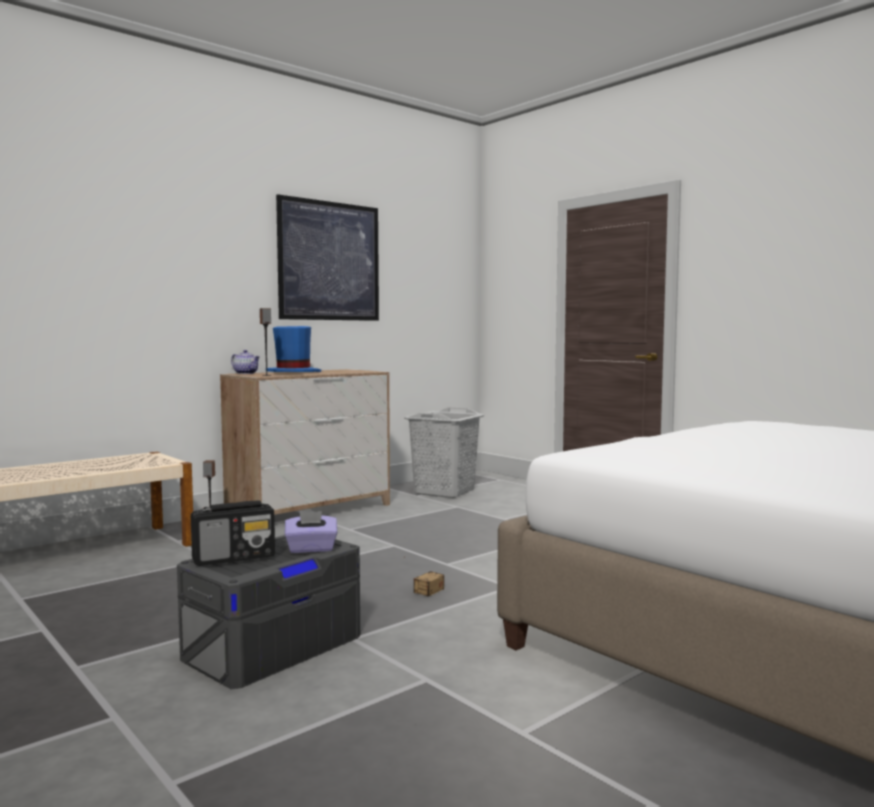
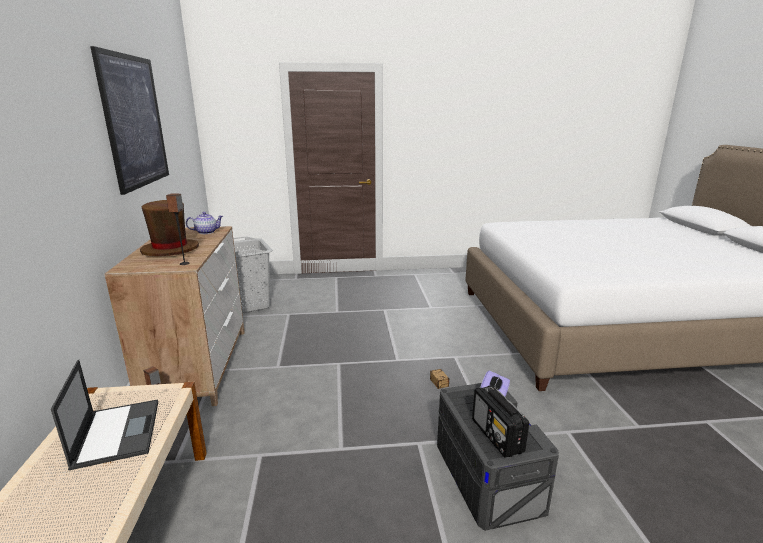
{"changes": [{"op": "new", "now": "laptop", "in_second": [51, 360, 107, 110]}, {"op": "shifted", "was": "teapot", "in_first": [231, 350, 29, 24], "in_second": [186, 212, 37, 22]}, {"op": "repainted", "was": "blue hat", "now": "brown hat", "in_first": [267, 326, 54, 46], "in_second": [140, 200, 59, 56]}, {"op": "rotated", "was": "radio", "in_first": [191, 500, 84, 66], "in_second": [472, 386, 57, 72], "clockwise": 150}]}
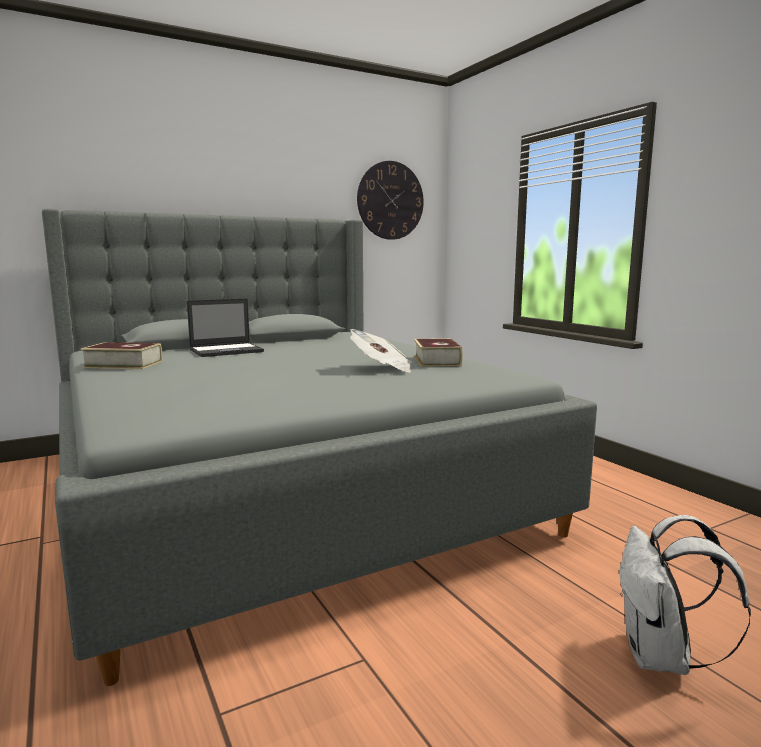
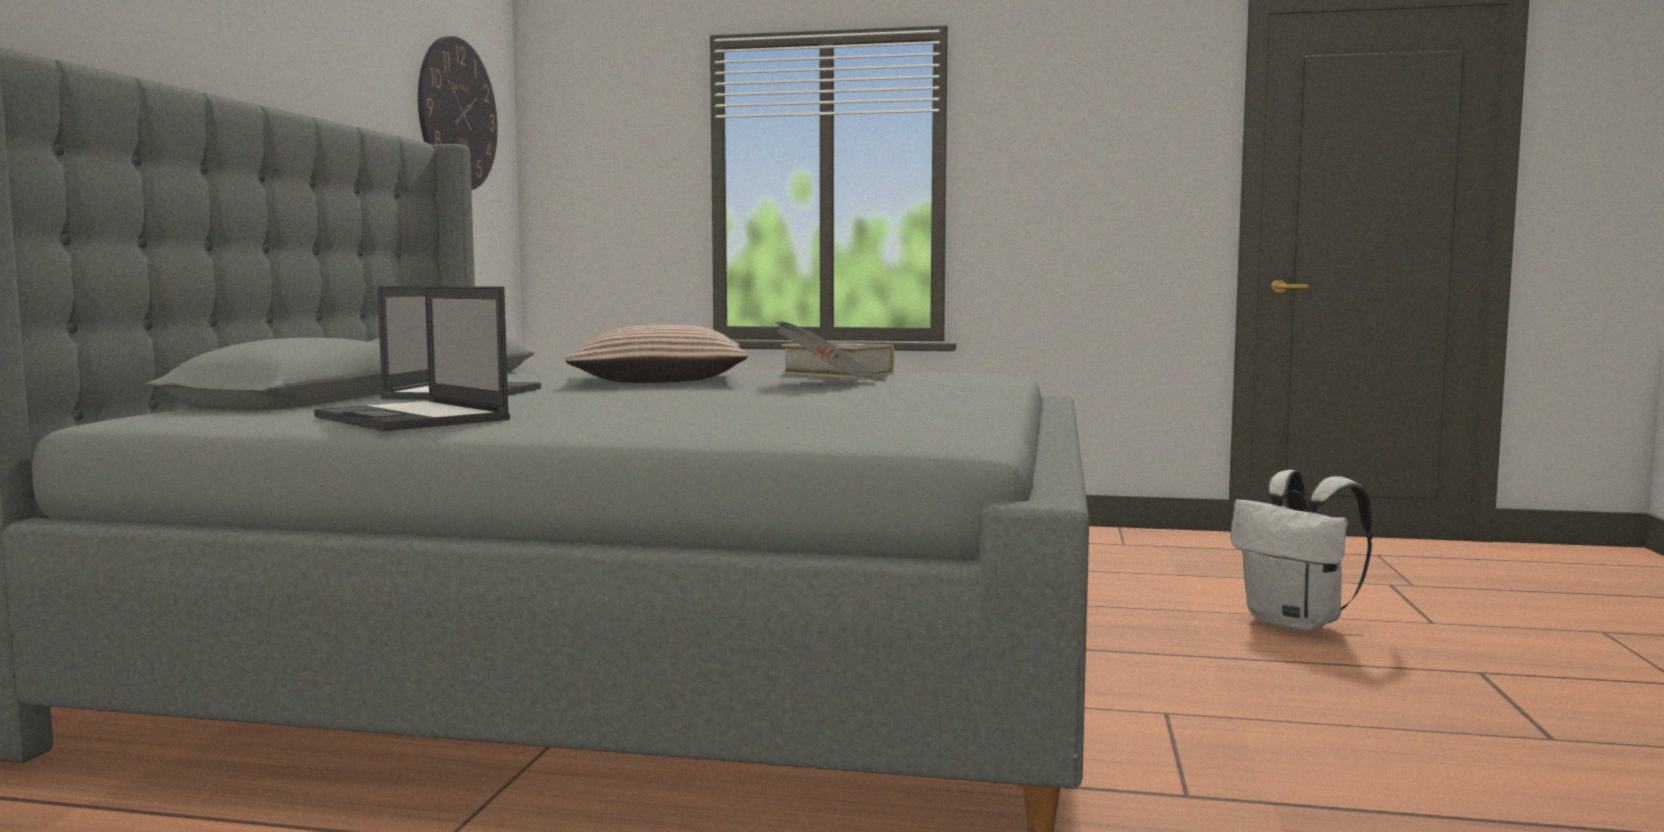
{"changes": [{"op": "new", "now": "pillow", "in_second": [566, 324, 182, 59]}, {"op": "swapped", "was": "book", "now": "laptop", "in_first": [81, 342, 81, 27], "in_second": [314, 286, 196, 145]}]}
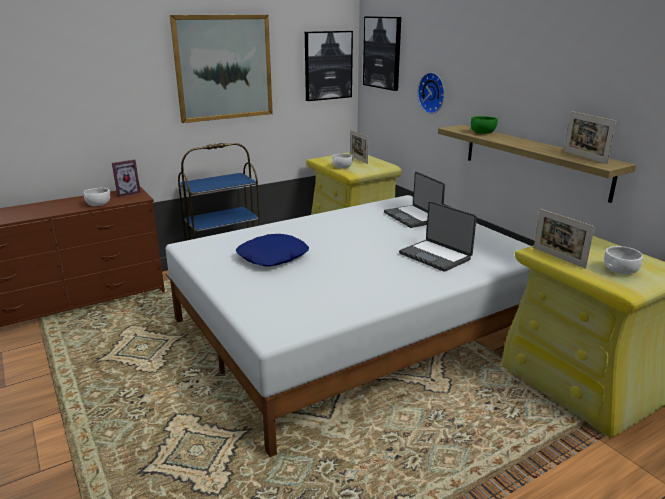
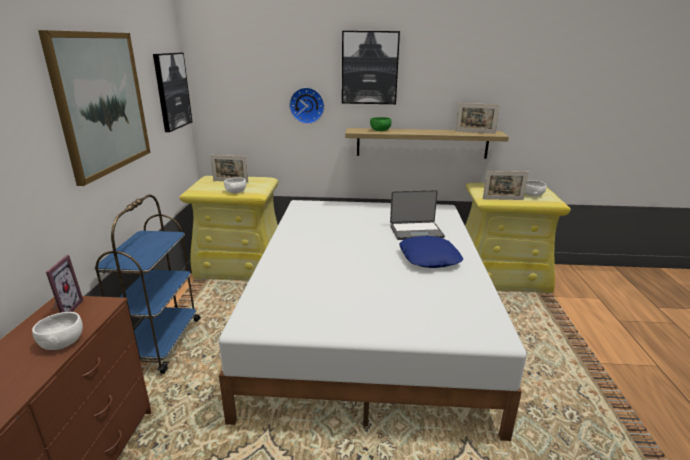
{"changes": [{"op": "gone", "was": "laptop", "in_first": [384, 172, 61, 56]}, {"op": "shifted", "was": "blue pillow", "in_first": [236, 234, 73, 33], "in_second": [399, 236, 64, 32]}, {"op": "shifted", "was": "picture", "in_first": [363, 16, 38, 75], "in_second": [342, 31, 58, 73]}]}
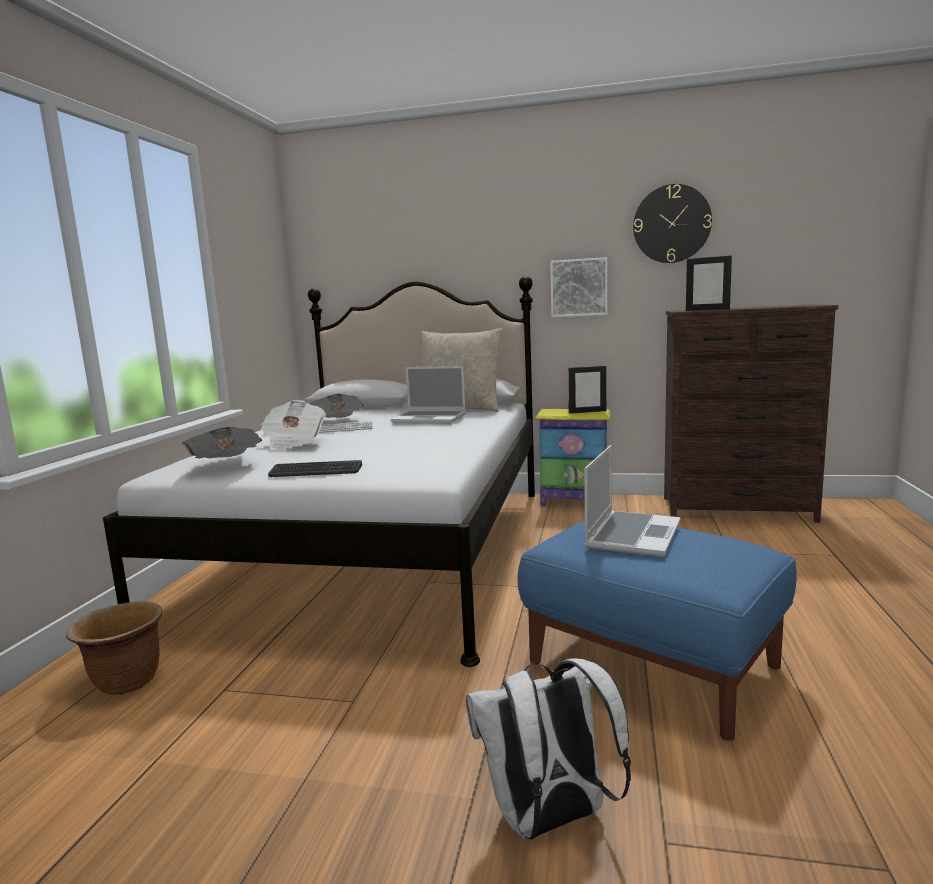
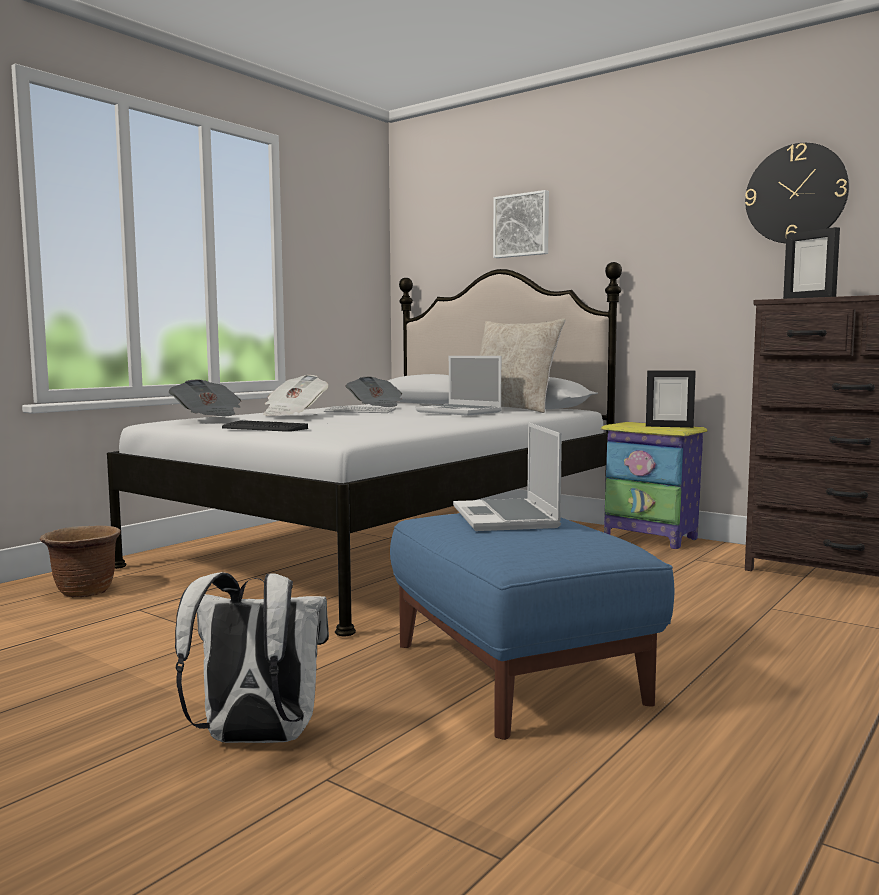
{"changes": [{"op": "shifted", "was": "picture", "in_first": [550, 257, 57, 60], "in_second": [493, 190, 56, 68]}, {"op": "rotated", "was": "laptop", "in_first": [584, 445, 97, 112], "in_second": [453, 422, 109, 109], "clockwise": 120}]}
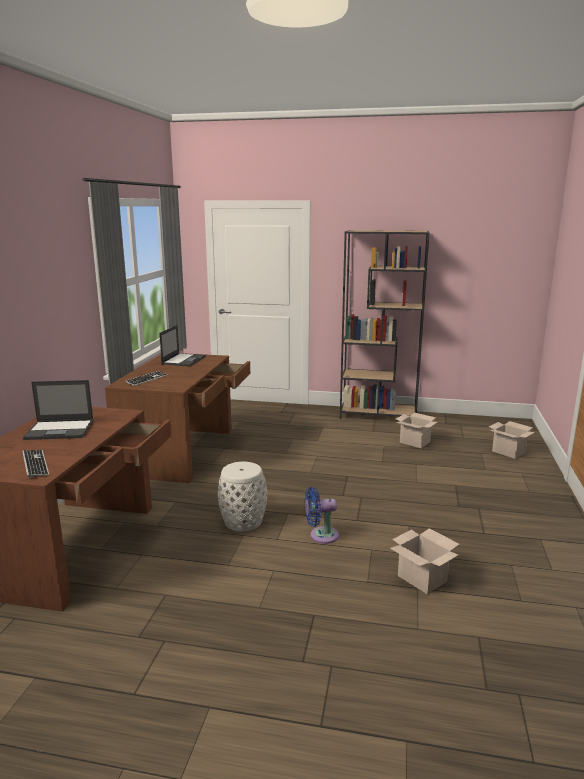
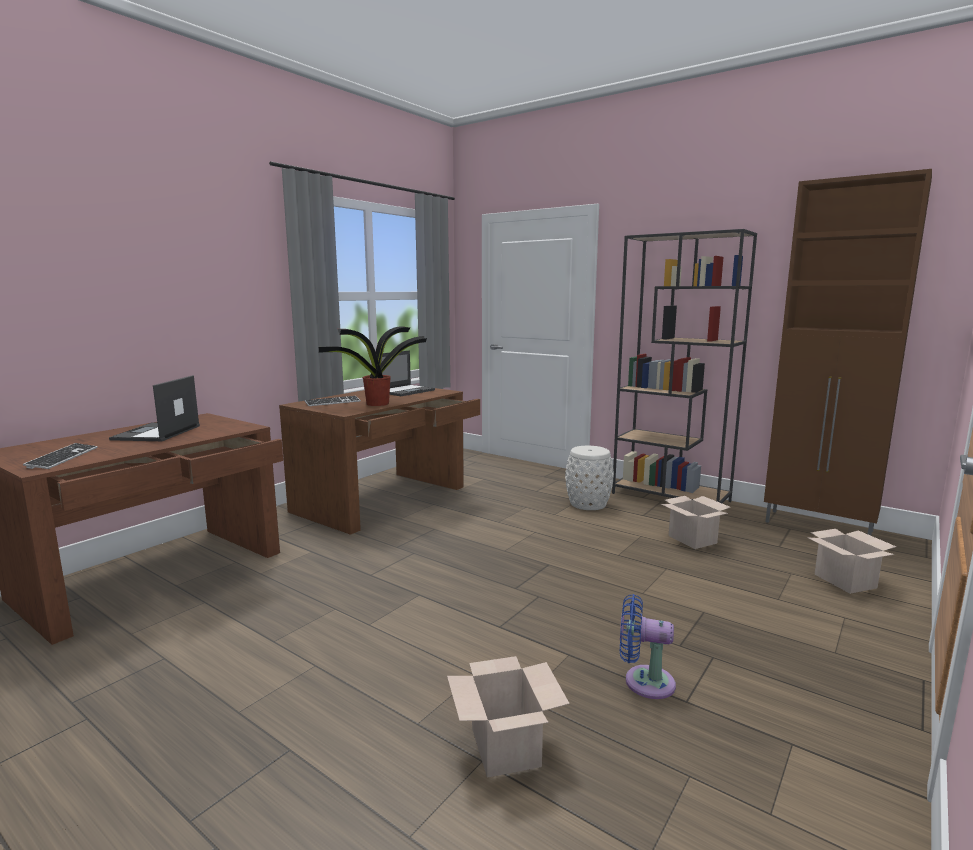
{"changes": [{"op": "new", "now": "potted plant", "in_second": [319, 326, 108, 80]}, {"op": "new", "now": "brown cabinet", "in_second": [764, 169, 168, 367]}, {"op": "shifted", "was": "white stool", "in_first": [218, 462, 49, 70], "in_second": [565, 446, 49, 64]}, {"op": "shifted", "was": "blue fan", "in_first": [305, 487, 34, 57], "in_second": [620, 594, 56, 105]}, {"op": "rotated", "was": "laptop", "in_first": [23, 380, 71, 60], "in_second": [109, 375, 91, 66], "clockwise": 75}]}
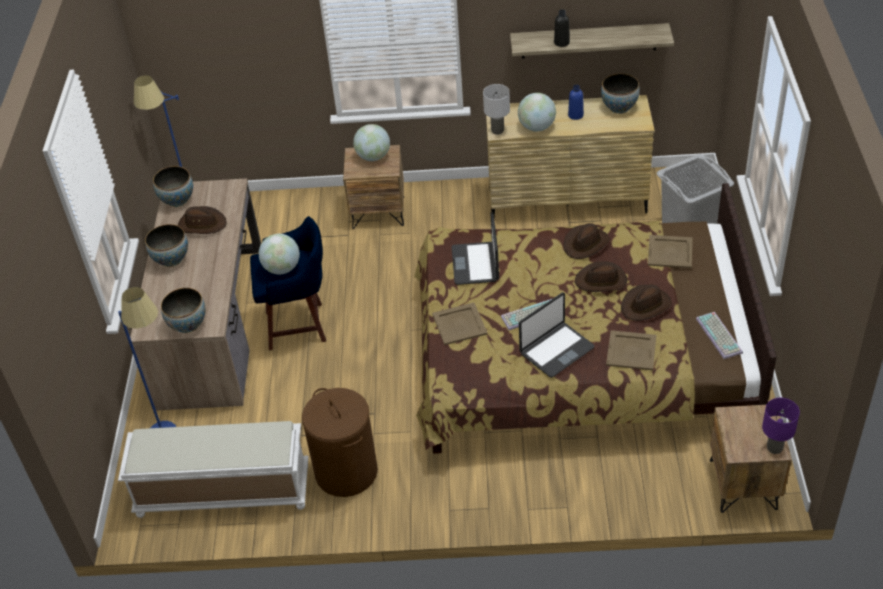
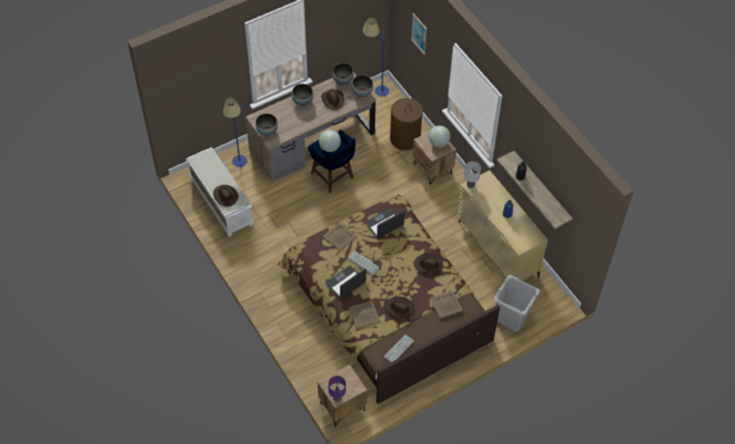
{"changes": [{"op": "gone", "was": "globe", "in_first": [518, 93, 38, 39]}, {"op": "new", "now": "picture", "in_second": [411, 13, 16, 42]}, {"op": "shifted", "was": "brown laundry basket", "in_first": [302, 388, 76, 109], "in_second": [390, 98, 33, 52]}, {"op": "shifted", "was": "brown hat", "in_first": [575, 261, 52, 31], "in_second": [213, 185, 25, 22]}, {"op": "shifted", "was": "bowl", "in_first": [601, 73, 39, 41], "in_second": [352, 75, 21, 23]}, {"op": "rotated", "was": "laptop", "in_first": [519, 292, 76, 86], "in_second": [325, 266, 41, 33], "clockwise": 120}]}
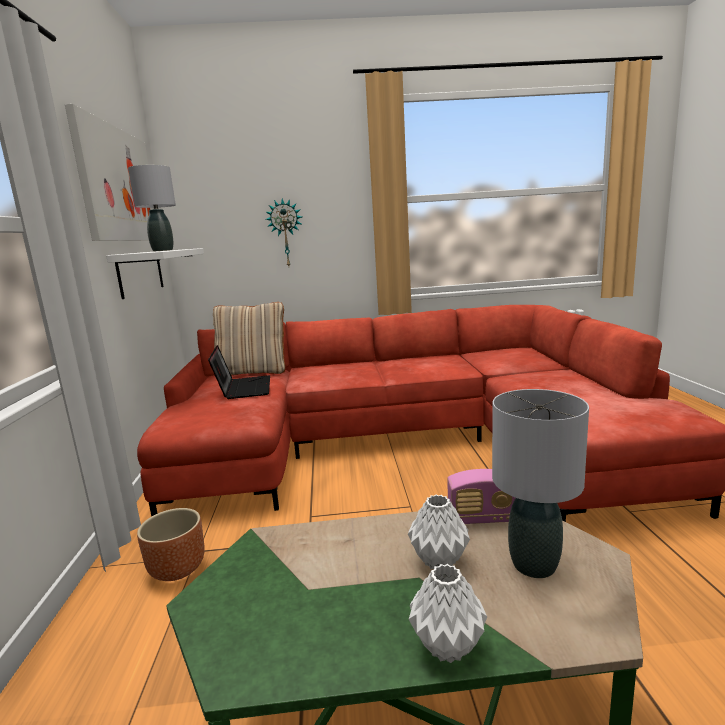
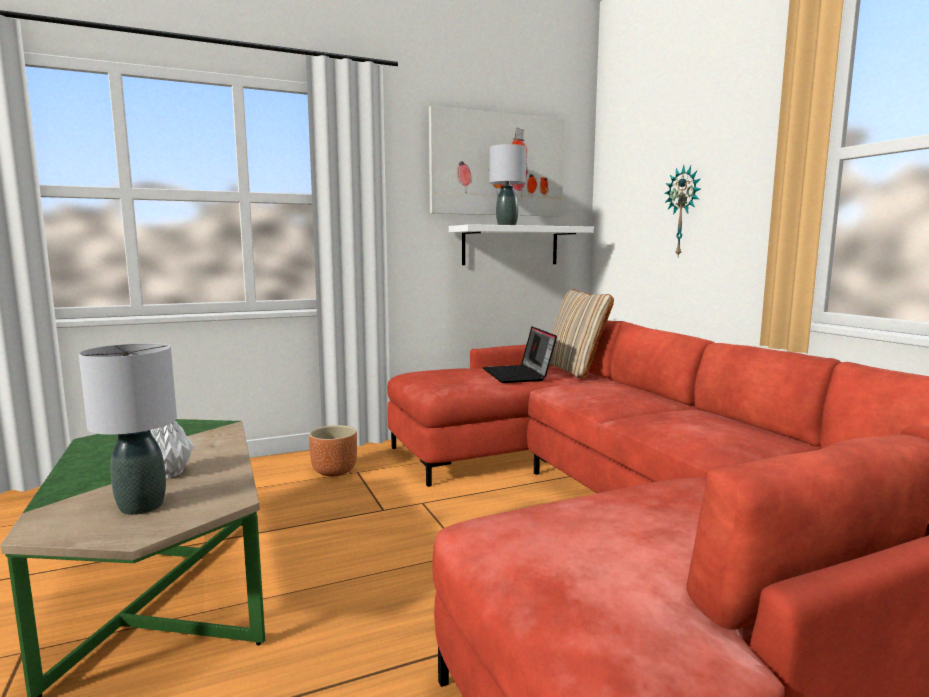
{"changes": [{"op": "gone", "was": "white vase", "in_first": [409, 564, 78, 99]}, {"op": "gone", "was": "radio", "in_first": [447, 469, 68, 55]}, {"op": "rotated", "was": "laptop", "in_first": [208, 345, 62, 54], "in_second": [483, 327, 74, 56], "clockwise": 105}]}
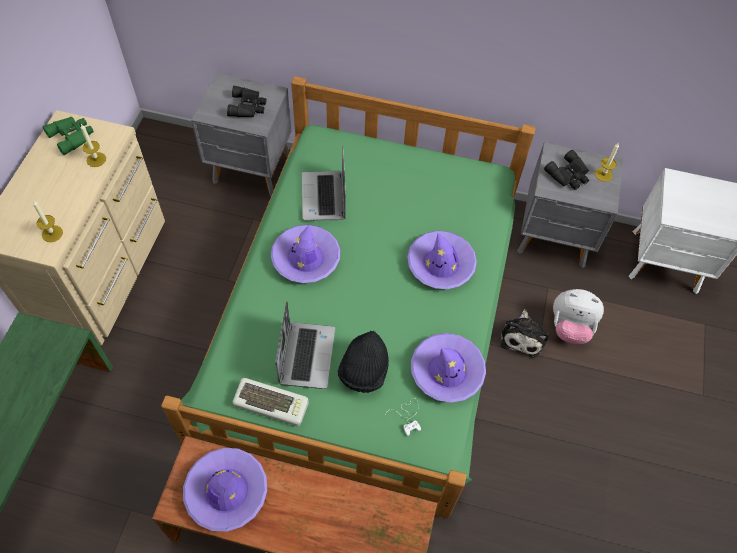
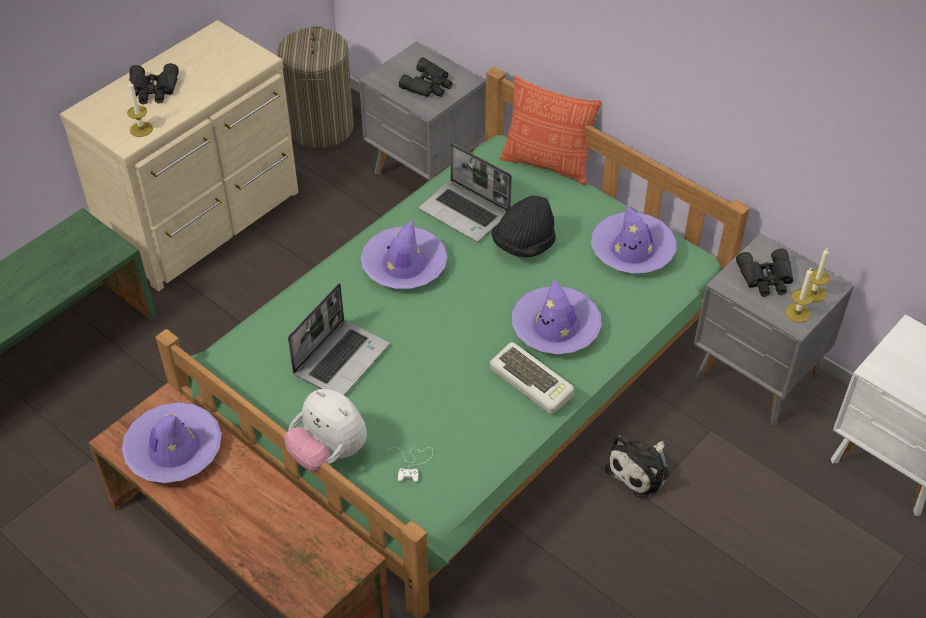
{"changes": [{"op": "gone", "was": "green binoculars", "in_first": [43, 117, 51, 38]}, {"op": "new", "now": "black binoculars", "in_second": [129, 63, 50, 41]}, {"op": "new", "now": "laundry basket", "in_second": [277, 26, 77, 122]}, {"op": "new", "now": "orange pillow", "in_second": [500, 76, 102, 109]}, {"op": "shifted", "was": "candle", "in_first": [81, 124, 25, 43], "in_second": [785, 268, 28, 54]}, {"op": "shifted", "was": "keyboard", "in_first": [233, 378, 76, 48], "in_second": [490, 342, 84, 72]}, {"op": "shifted", "was": "black hat", "in_first": [338, 331, 51, 62], "in_second": [491, 195, 65, 63]}, {"op": "shifted", "was": "purple hat", "in_first": [411, 333, 75, 70], "in_second": [591, 206, 85, 67]}, {"op": "shifted", "was": "plush toy", "in_first": [553, 289, 51, 55], "in_second": [284, 389, 83, 82]}, {"op": "rotated", "was": "laptop", "in_first": [302, 146, 44, 75], "in_second": [419, 143, 93, 99], "clockwise": -75}]}
